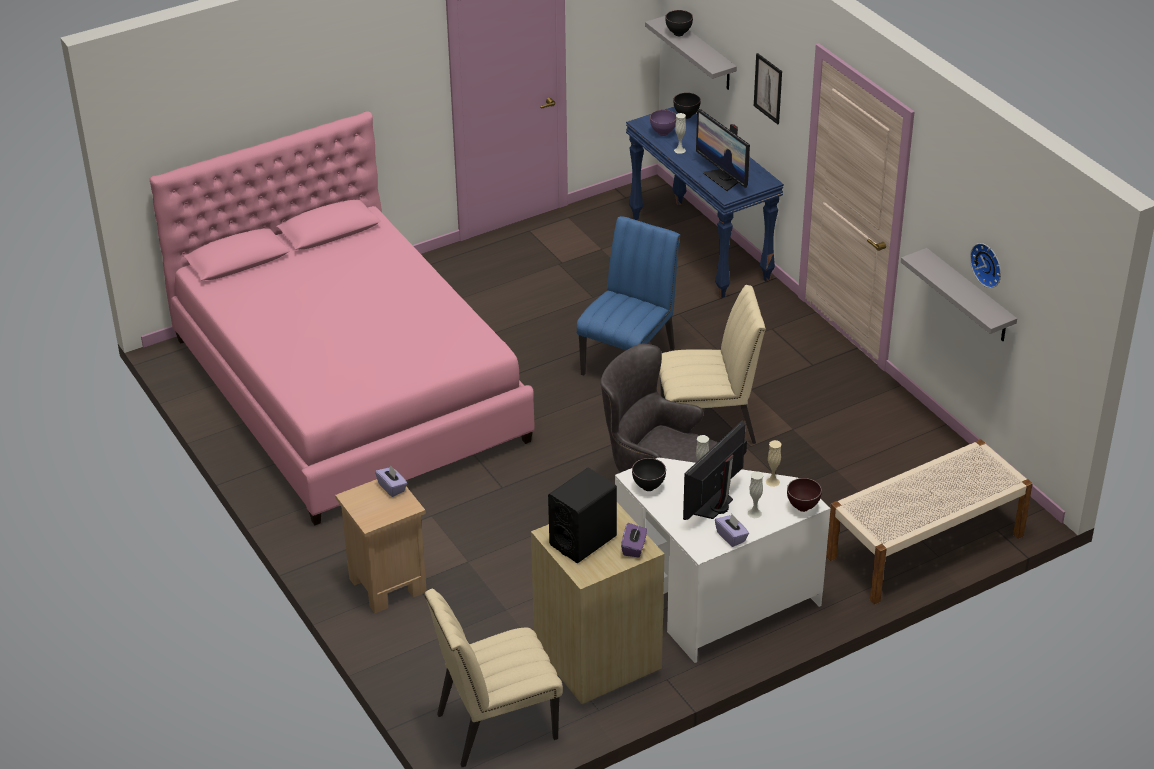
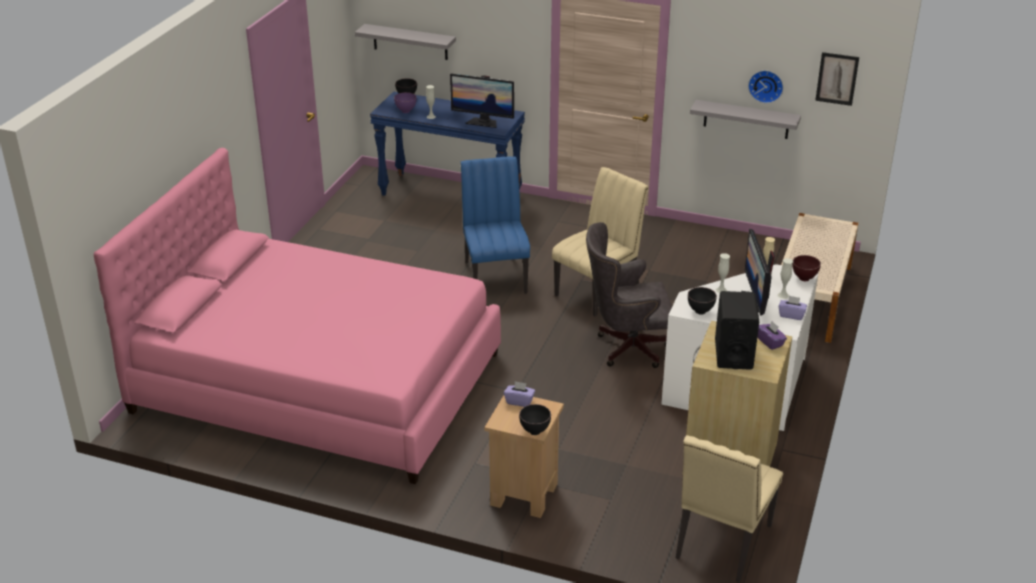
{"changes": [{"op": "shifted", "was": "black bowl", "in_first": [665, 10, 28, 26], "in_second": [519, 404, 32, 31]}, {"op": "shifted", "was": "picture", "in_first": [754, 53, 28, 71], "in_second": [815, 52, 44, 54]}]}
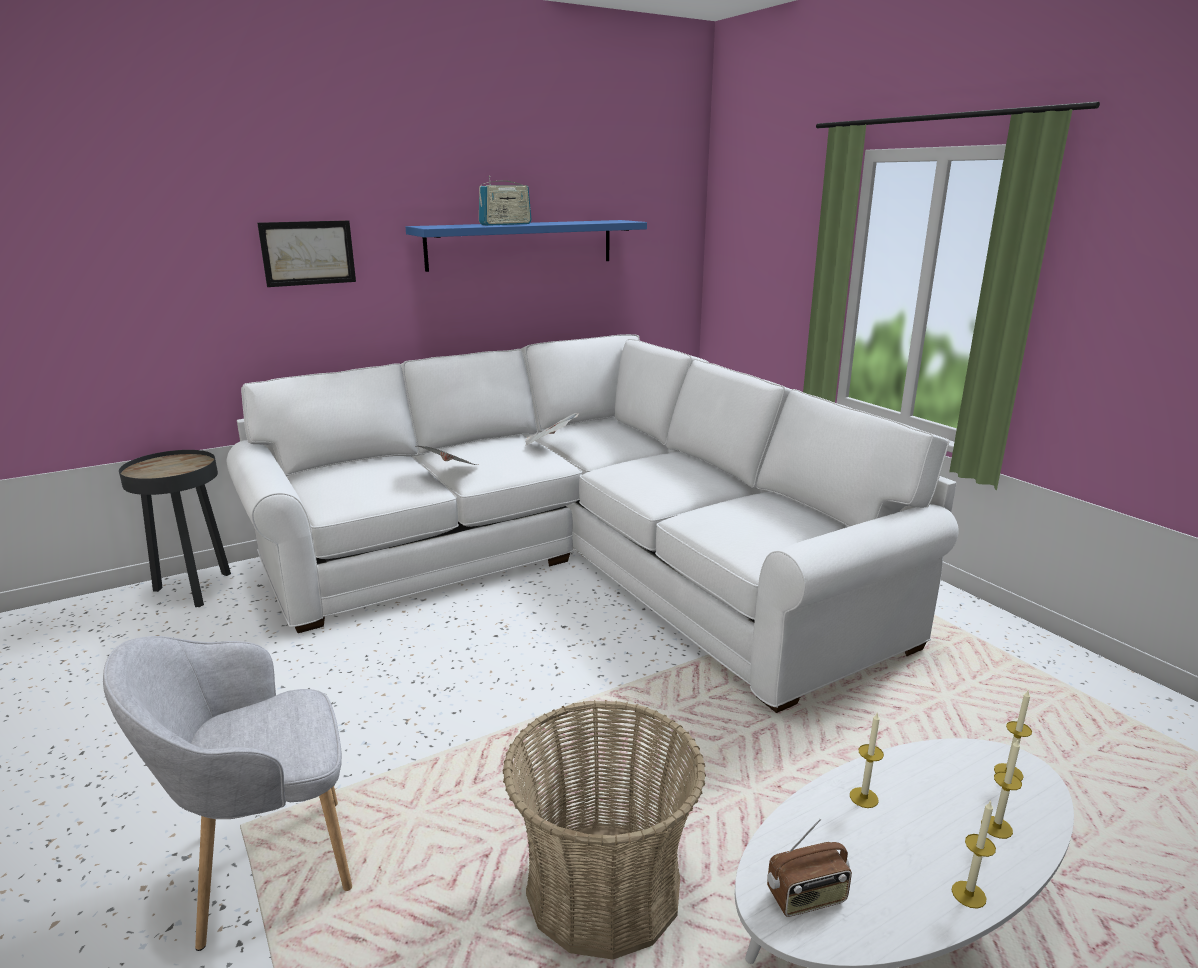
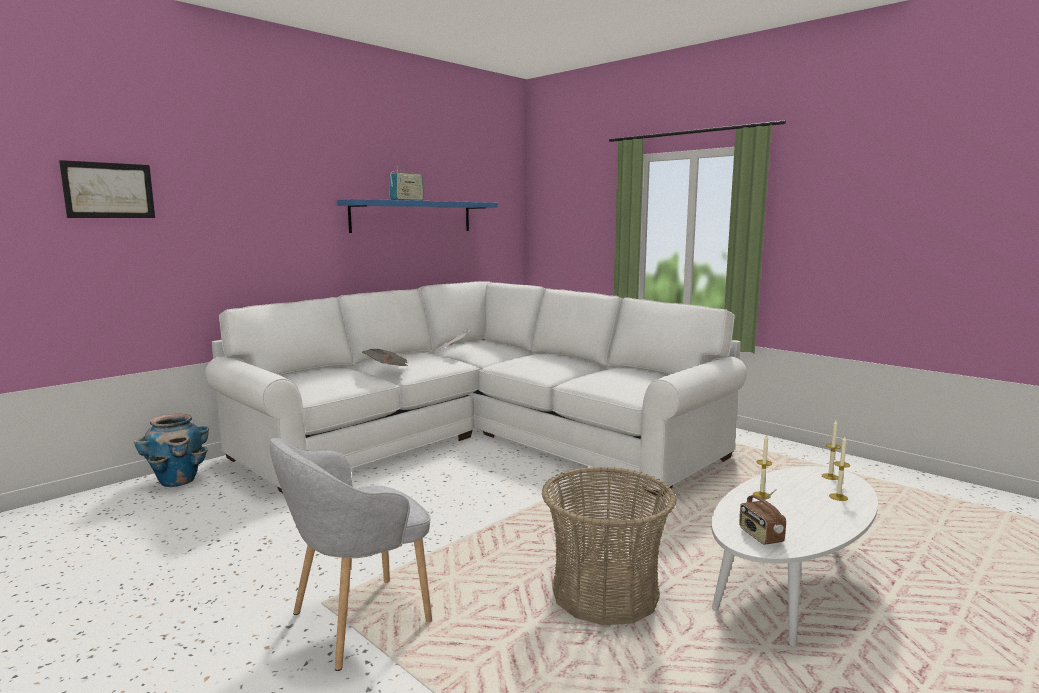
{"changes": [{"op": "gone", "was": "candle", "in_first": [952, 801, 44, 108]}, {"op": "shifted", "was": "picture", "in_first": [257, 220, 99, 67], "in_second": [59, 160, 96, 58]}, {"op": "swapped", "was": "black side table", "now": "planter", "in_first": [119, 450, 112, 157], "in_second": [134, 414, 75, 73]}, {"op": "rotated", "was": "radio", "in_first": [767, 819, 85, 98], "in_second": [739, 489, 47, 56], "clockwise": 105}]}
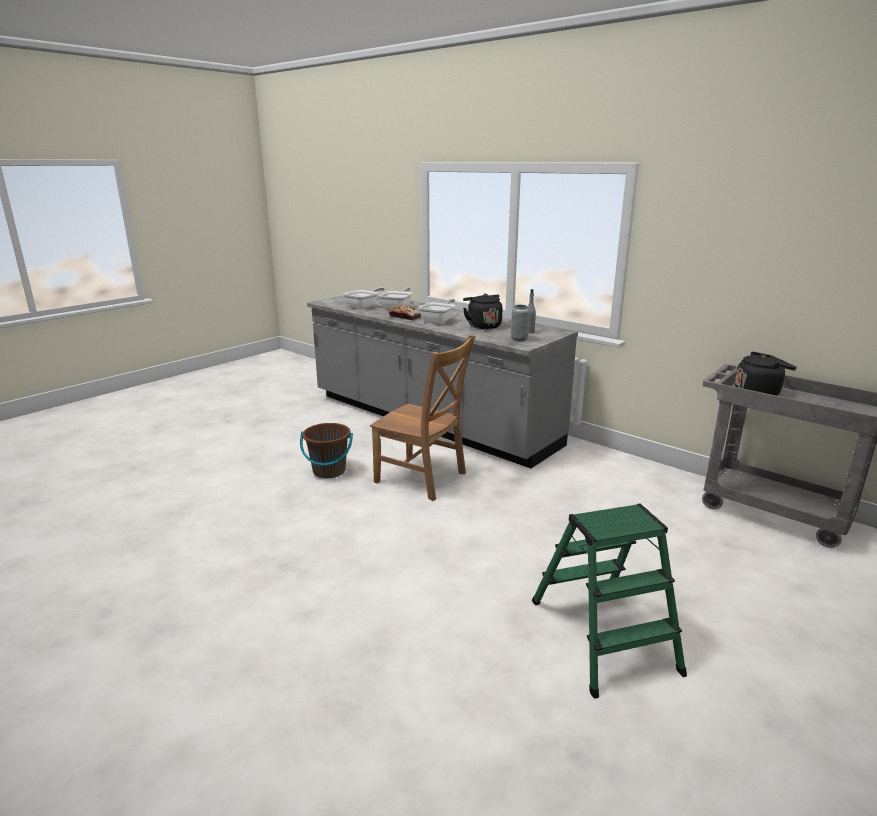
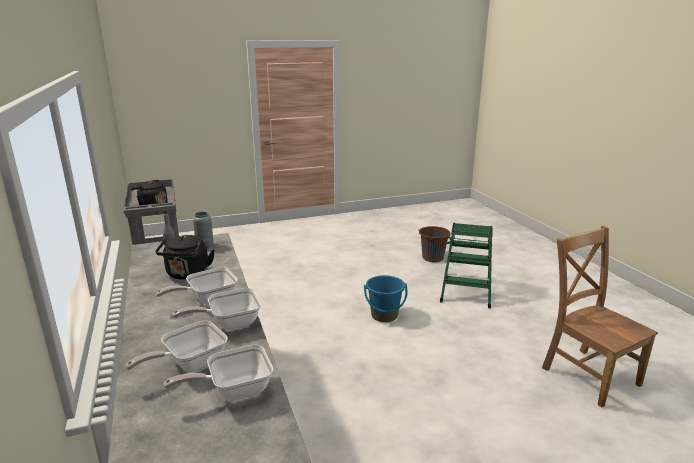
{"changes": [{"op": "new", "now": "blue bucket", "in_second": [364, 275, 44, 47]}, {"op": "shifted", "was": "brown bucket", "in_first": [300, 423, 53, 55], "in_second": [419, 226, 32, 36]}, {"op": "shifted", "was": "brown chair", "in_first": [370, 335, 106, 166], "in_second": [542, 226, 116, 181]}, {"op": "shifted", "was": "green step ladder", "in_first": [532, 503, 155, 196], "in_second": [440, 223, 53, 85]}, {"op": "swapped", "was": "bread", "now": "frying pan", "in_first": [389, 304, 32, 16], "in_second": [173, 288, 88, 42]}]}
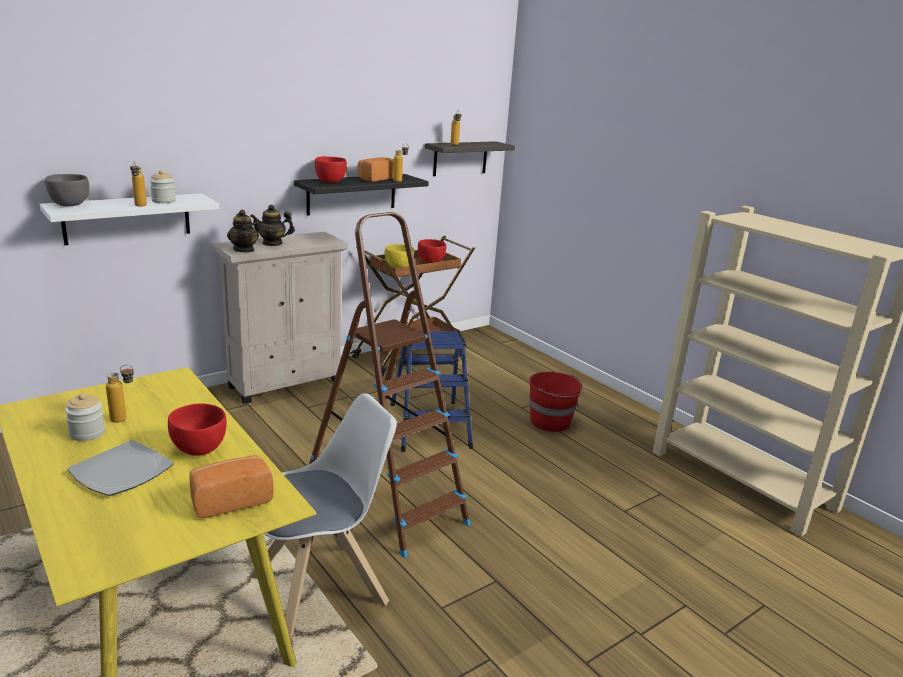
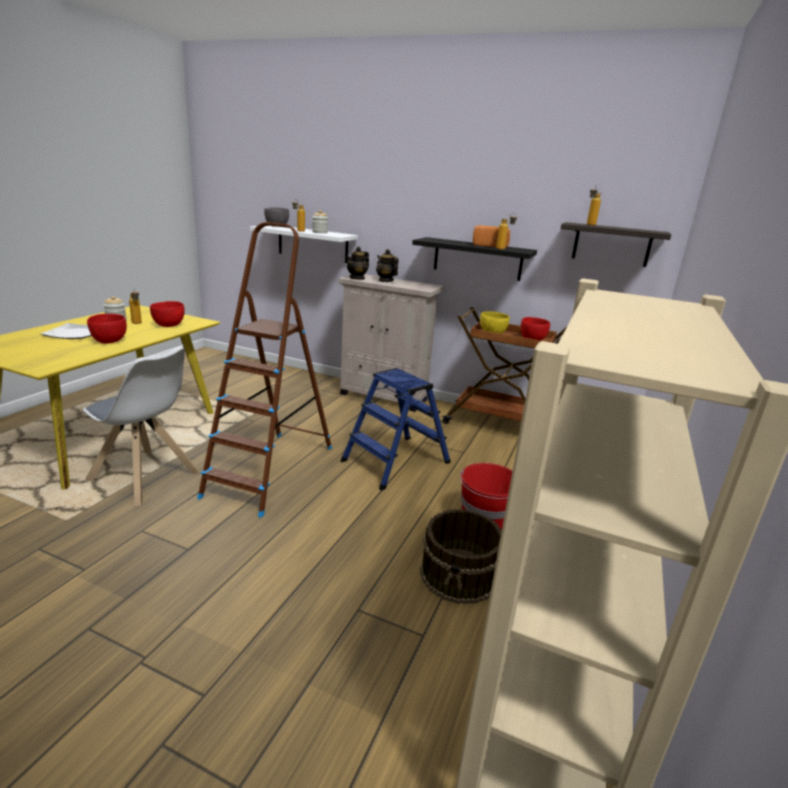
{"changes": [{"op": "gone", "was": "bread", "in_first": [189, 455, 85, 64]}, {"op": "new", "now": "brown bucket", "in_second": [420, 509, 82, 95]}, {"op": "shifted", "was": "red bowl", "in_first": [315, 156, 32, 27], "in_second": [150, 301, 35, 26]}]}
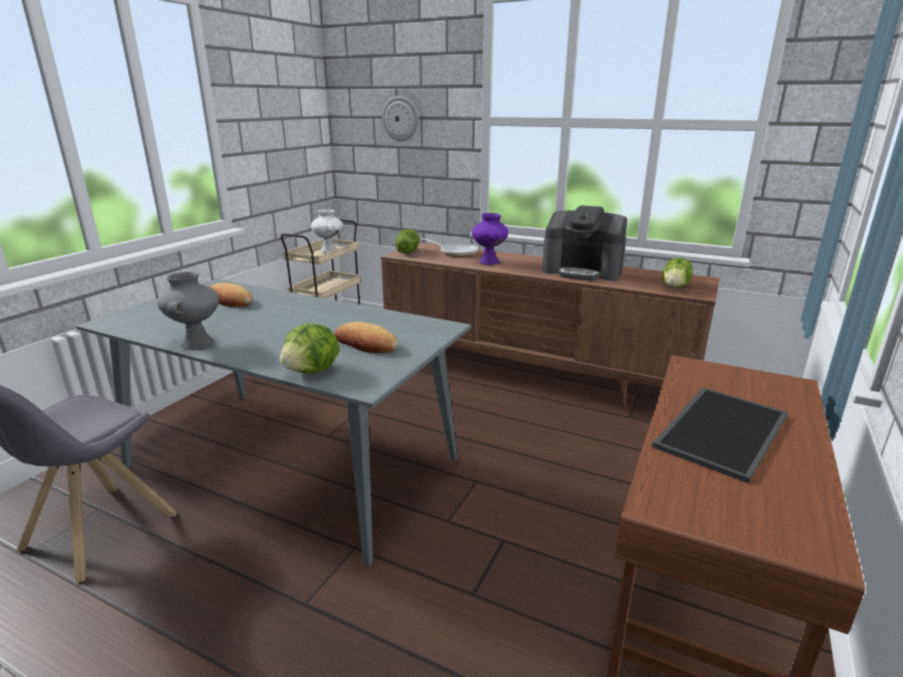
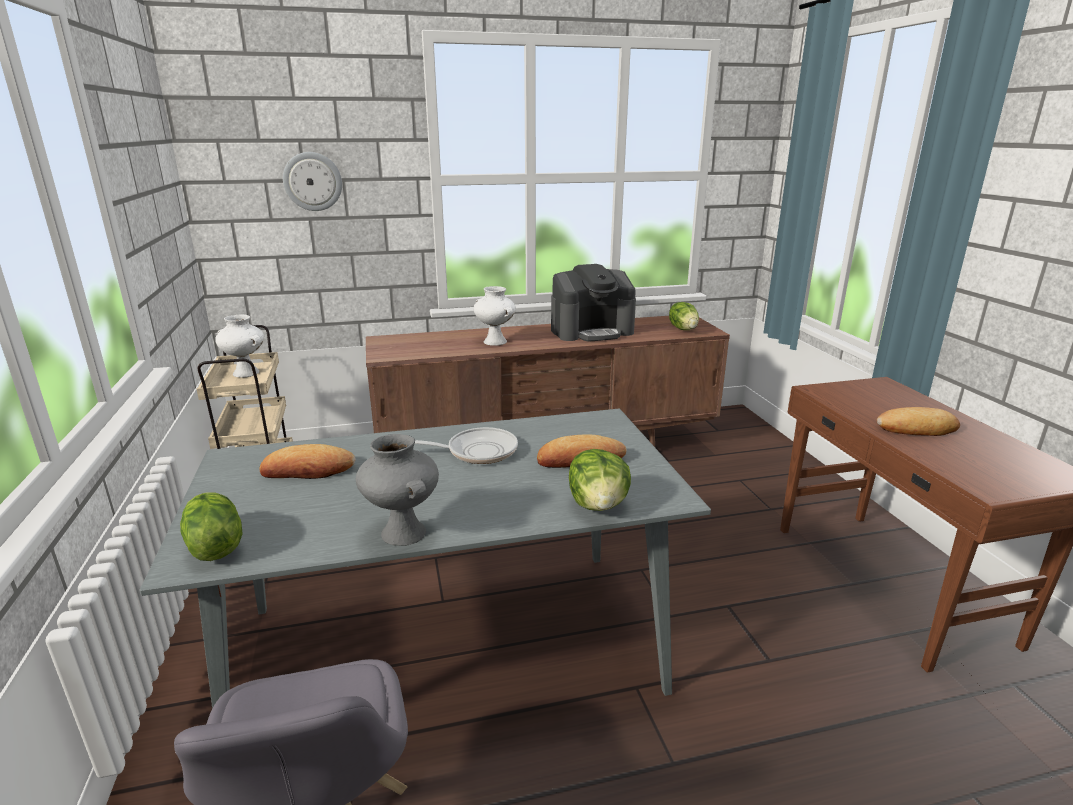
{"changes": [{"op": "shifted", "was": "lettuce", "in_first": [395, 229, 24, 25], "in_second": [180, 492, 63, 69]}, {"op": "shifted", "was": "frying pan", "in_first": [421, 238, 57, 19], "in_second": [415, 427, 103, 37]}, {"op": "swapped", "was": "tray", "now": "bread", "in_first": [652, 387, 136, 96], "in_second": [877, 407, 83, 29]}, {"op": "repainted", "was": "purple vase", "now": "white vase", "in_first": [472, 213, 36, 52], "in_second": [473, 286, 43, 60]}]}
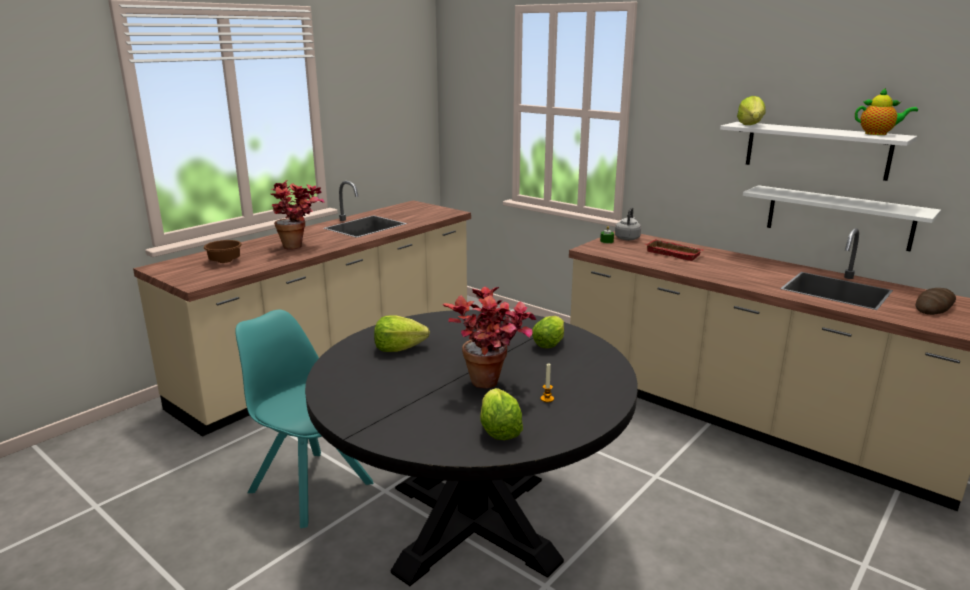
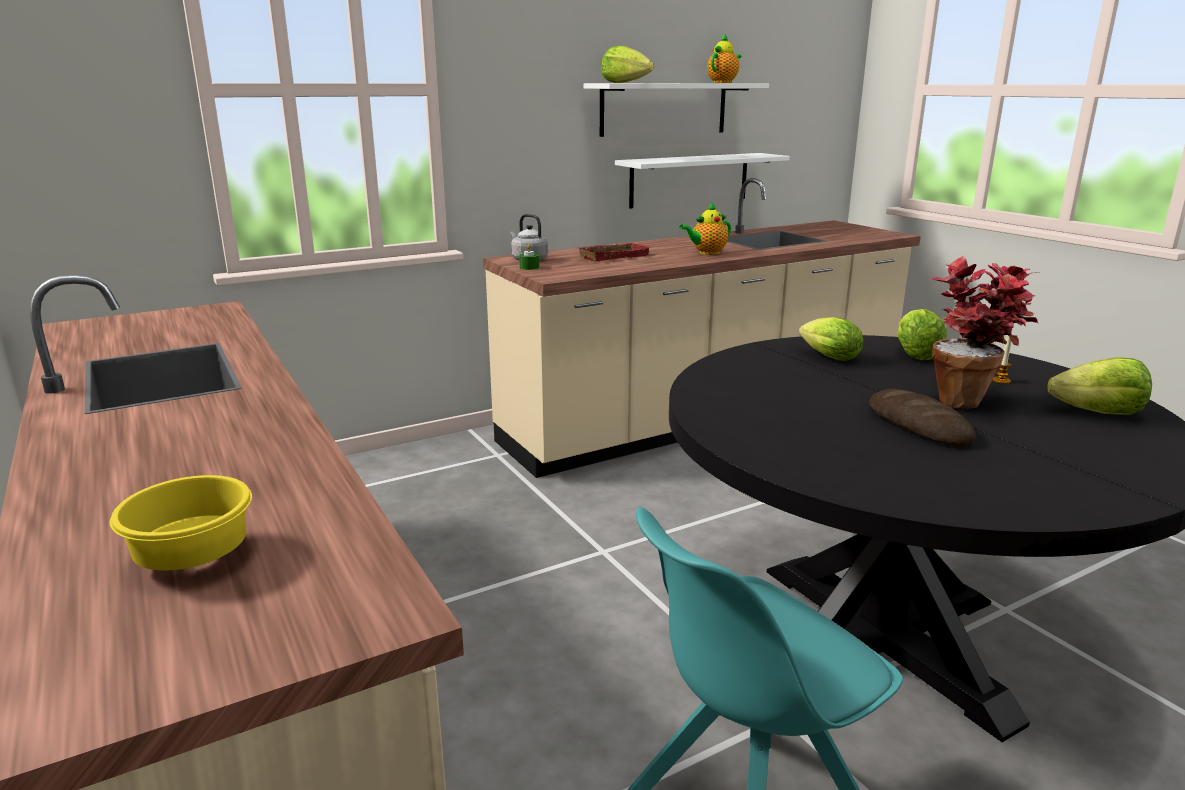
{"changes": [{"op": "gone", "was": "potted plant", "in_first": [270, 180, 55, 70]}, {"op": "new", "now": "teapot", "in_second": [679, 202, 52, 53]}, {"op": "shifted", "was": "lettuce", "in_first": [374, 315, 56, 37], "in_second": [897, 309, 50, 51]}, {"op": "shifted", "was": "bread", "in_first": [916, 288, 40, 27], "in_second": [869, 389, 107, 58]}, {"op": "repainted", "was": "brown bowl", "now": "yellow bowl", "in_first": [204, 240, 38, 23], "in_second": [109, 475, 143, 96]}]}
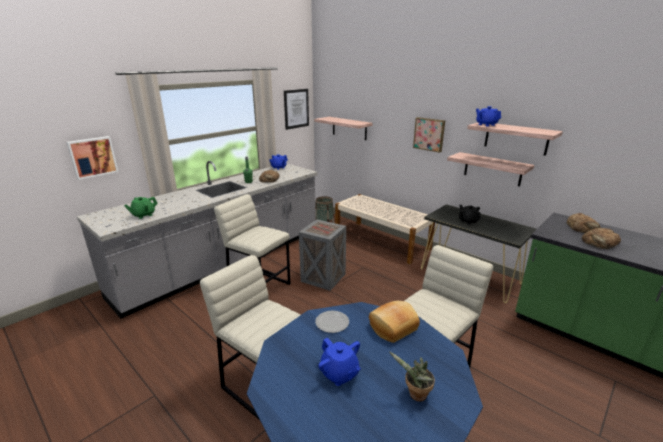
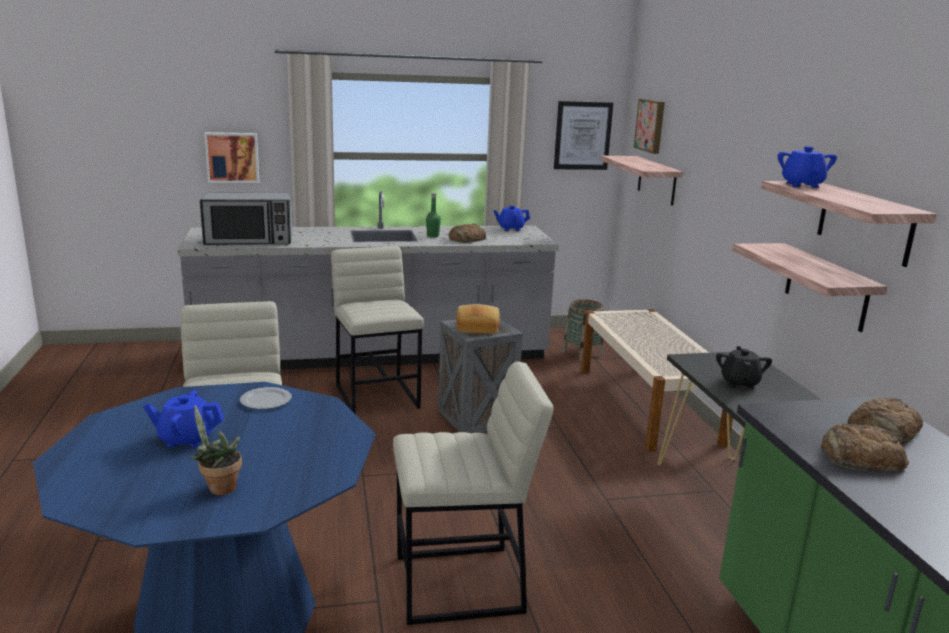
{"changes": [{"op": "shifted", "was": "bread", "in_first": [369, 301, 51, 42], "in_second": [456, 304, 44, 30]}, {"op": "shifted", "was": "picture", "in_first": [413, 117, 32, 36], "in_second": [634, 99, 31, 55]}, {"op": "swapped", "was": "green teapot", "now": "microwave", "in_first": [124, 197, 34, 22], "in_second": [200, 192, 93, 53]}, {"op": "rotated", "was": "blue teapot", "in_first": [318, 338, 43, 48], "in_second": [143, 390, 81, 58], "clockwise": 90}]}
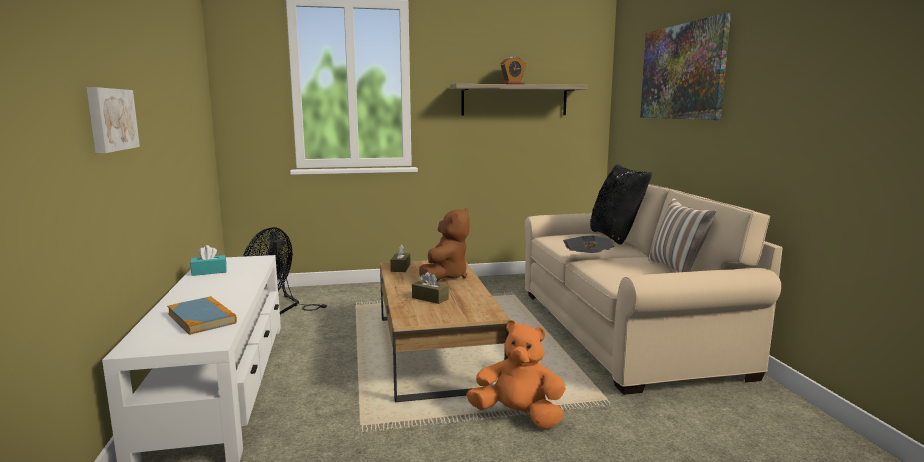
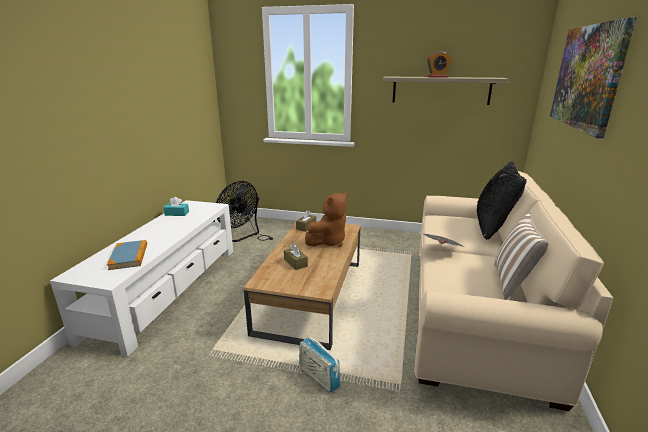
{"changes": [{"op": "gone", "was": "picture", "in_first": [86, 87, 54, 66]}, {"op": "swapped", "was": "orange plush toy", "now": "radio", "in_first": [466, 320, 100, 109], "in_second": [299, 336, 42, 57]}]}
